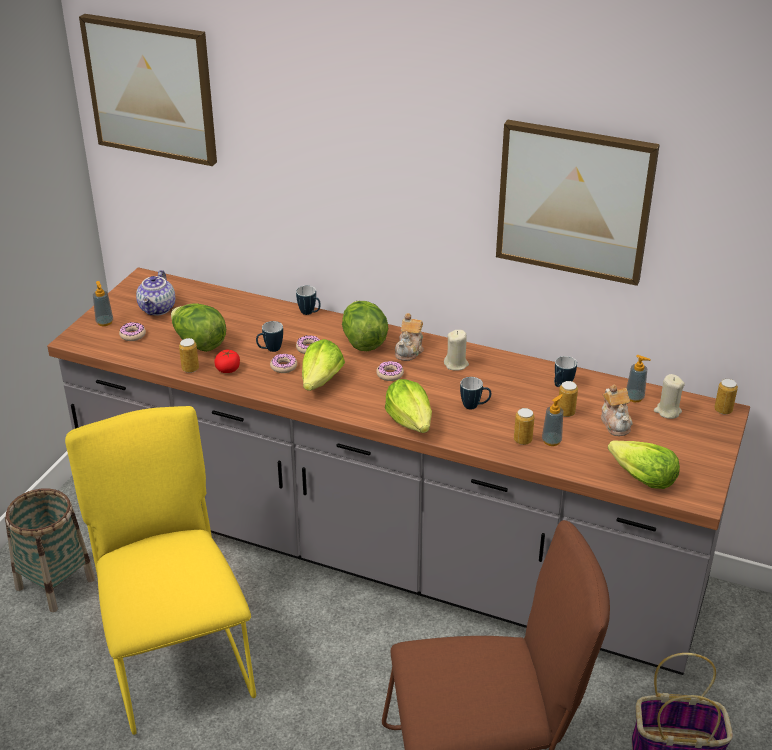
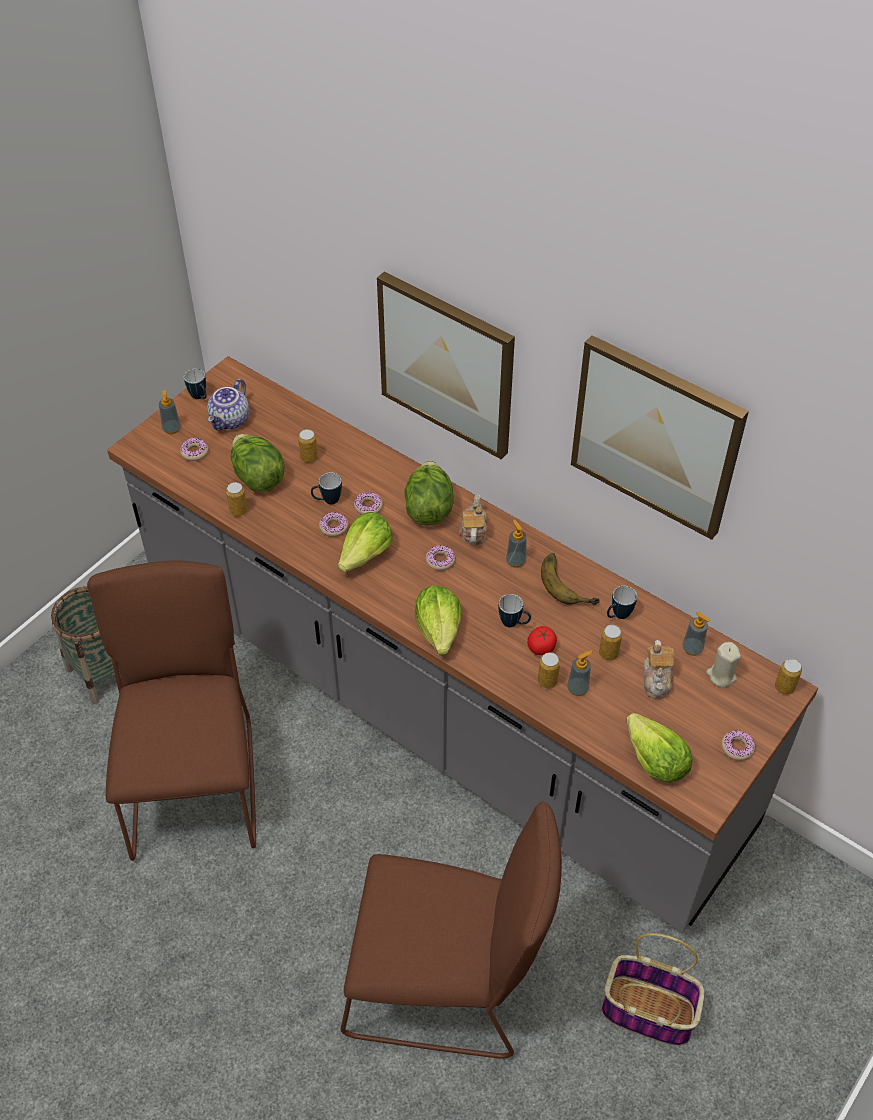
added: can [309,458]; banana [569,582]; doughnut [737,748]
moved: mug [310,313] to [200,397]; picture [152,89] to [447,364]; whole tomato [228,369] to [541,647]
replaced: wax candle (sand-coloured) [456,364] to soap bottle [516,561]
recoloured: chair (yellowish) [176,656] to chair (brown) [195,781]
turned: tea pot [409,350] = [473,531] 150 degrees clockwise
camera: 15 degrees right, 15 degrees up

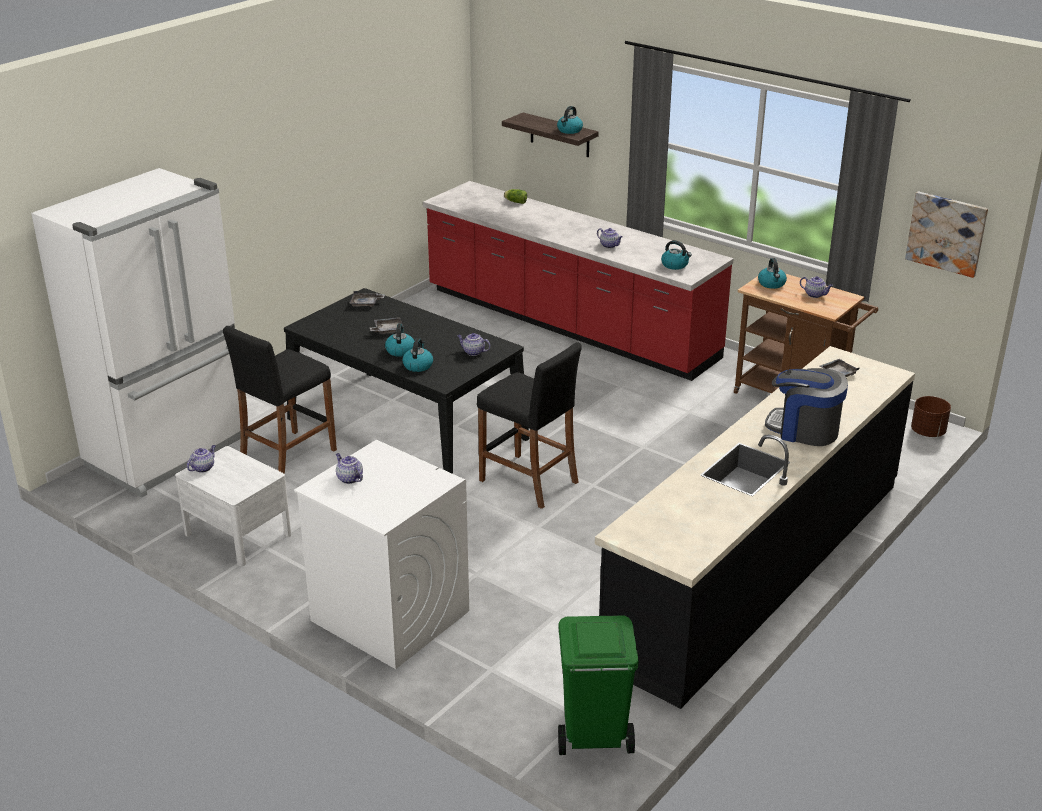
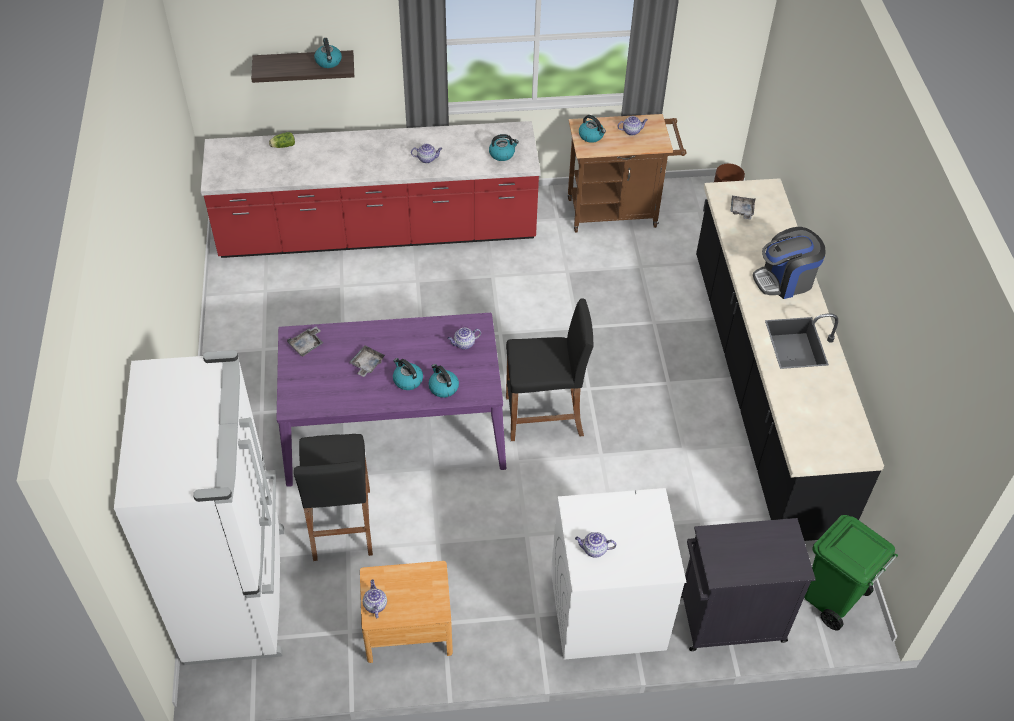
removed: picture [946,233]
added: cupboard (black-coloured) [729,619]
recoloured: dining table (black-coloured) [406,428] to dining table (purplish) [394,428]; nightstand (white-coloured) [238,534] to nightstand (brown) [408,628]
camera: 45 degrees left, 20 degrees up

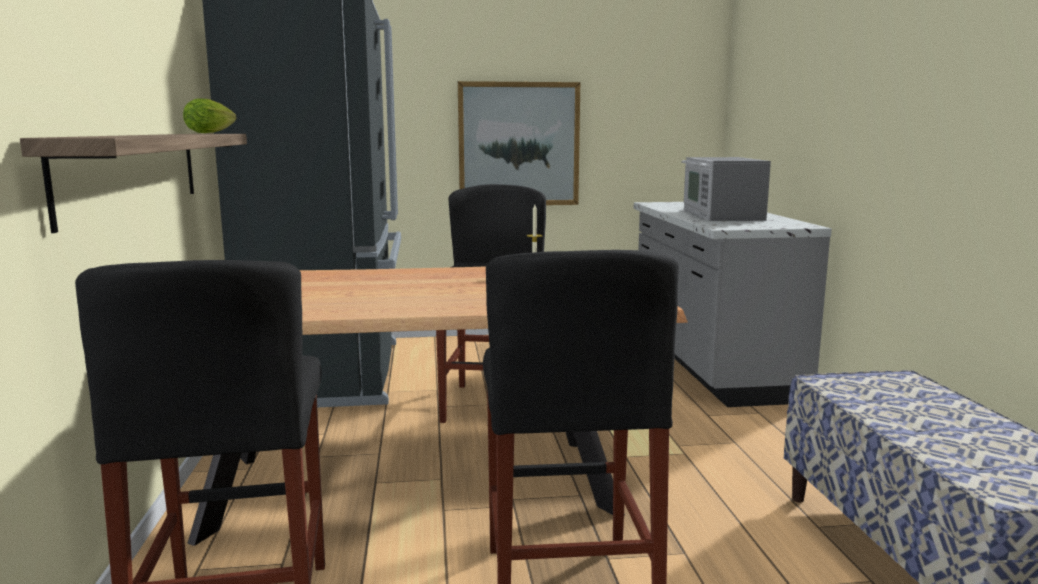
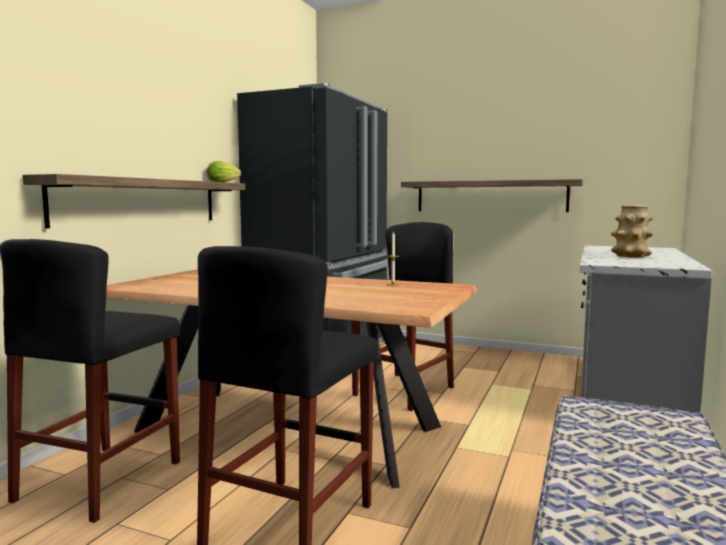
replaced: picture [519,144] to wall shelf [490,196]; kitchen microwave [720,215] to flower vase [630,256]
camera: 30 degrees right, 5 degrees down

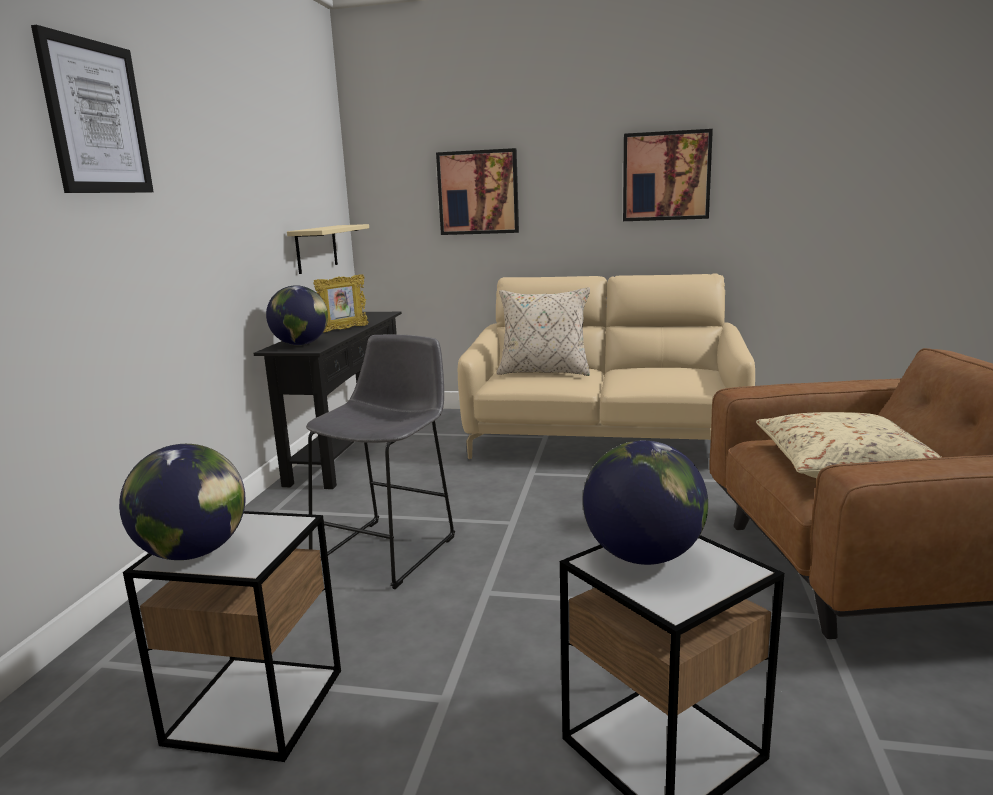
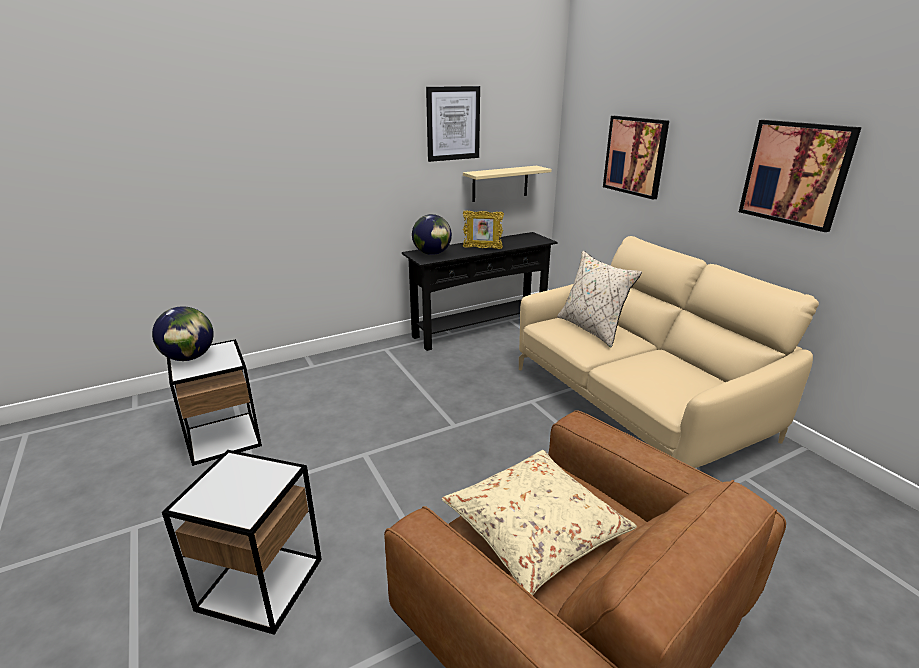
removed: sitting stool (greyish) [390,548]; desk globe [643,556]
moved: picture [96,118] to [453,123]
camera: 50 degrees right, 10 degrees up

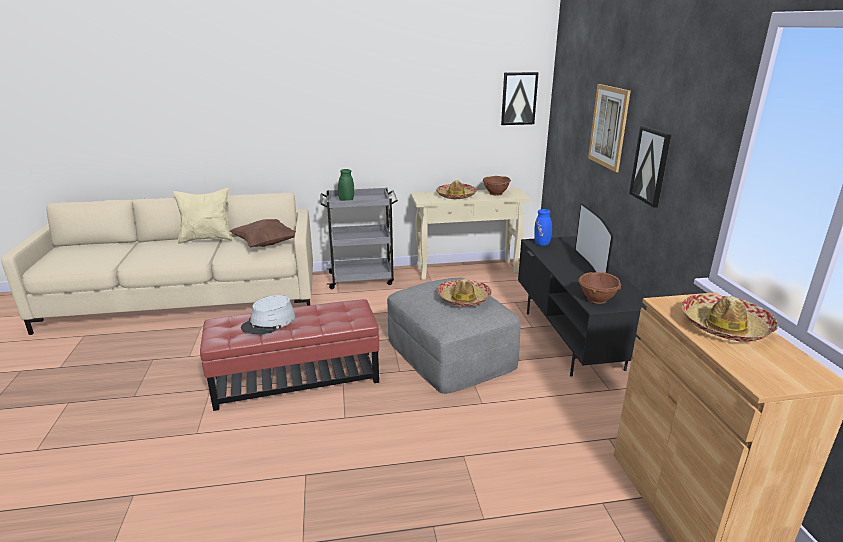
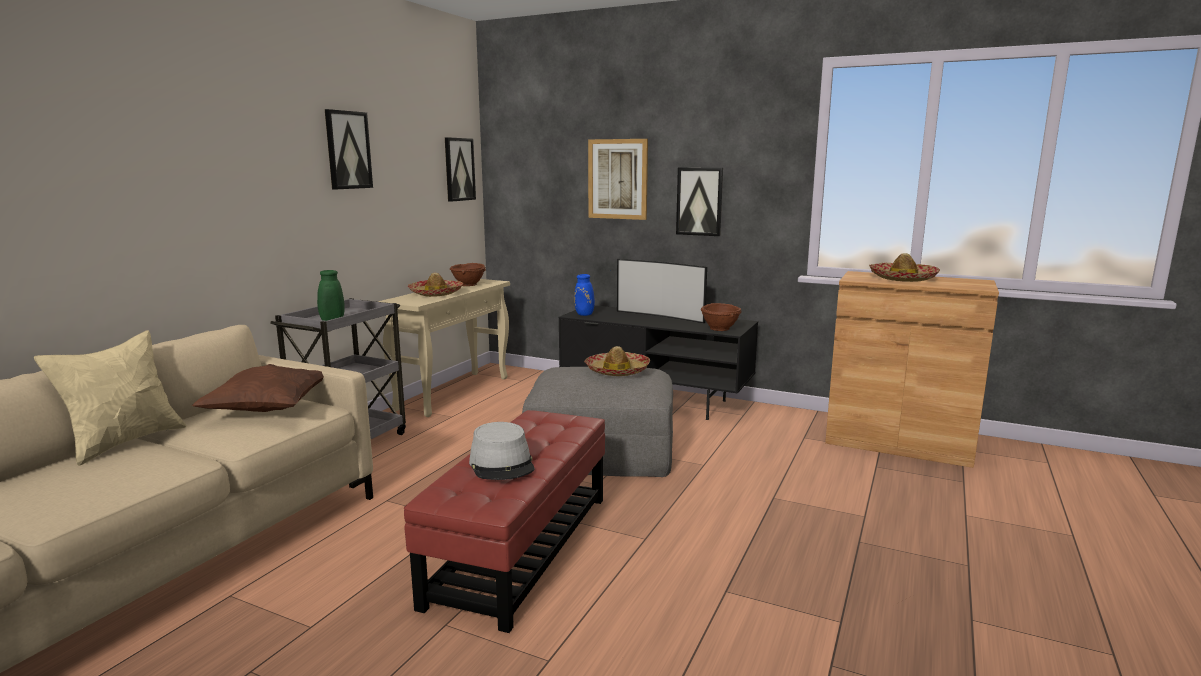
added: picture [348,150]
camera: 55 degrees left, 10 degrees down

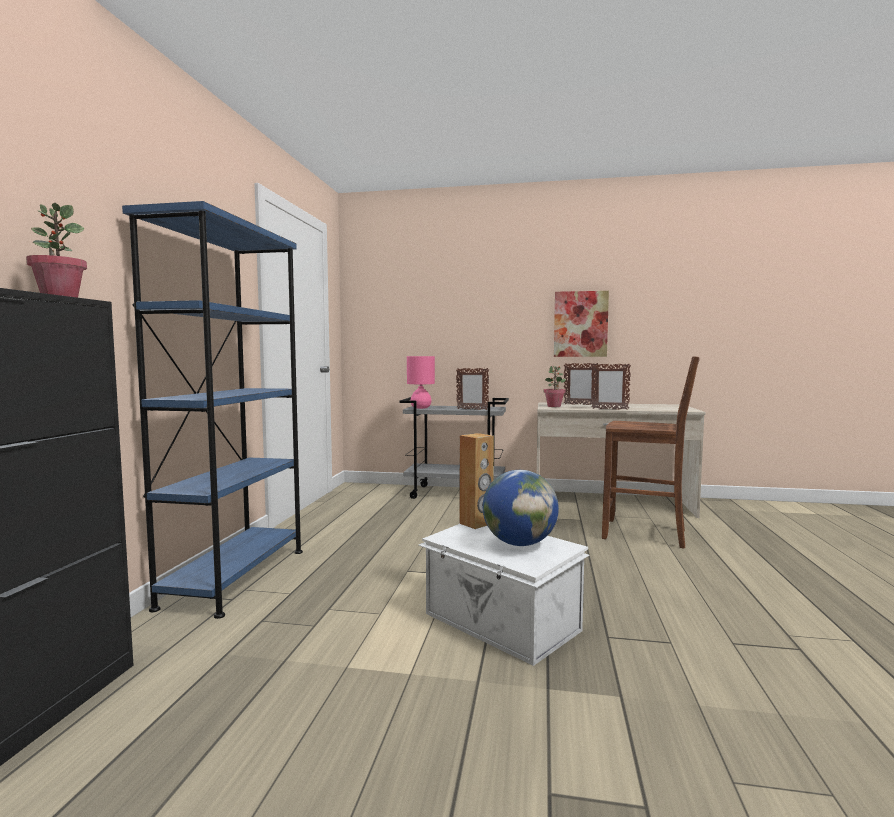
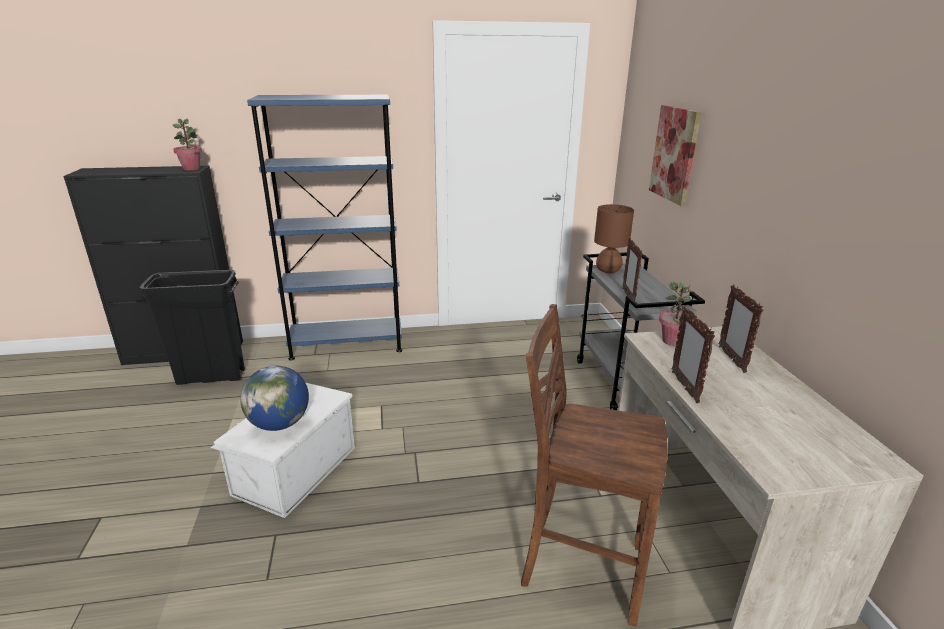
removed: audio speaker (brown) [476,523]
added: waste bin (black-coloured) [211,377]
moved: picture [580,324] to [675,154]
recoloured: tabletop lamp (pinkish) [420,408] to tabletop lamp (brown) [608,270]
turned: chair (brown) [646,534] = [580,566] 105 degrees clockwise
camera: 70 degrees right, 20 degrees up

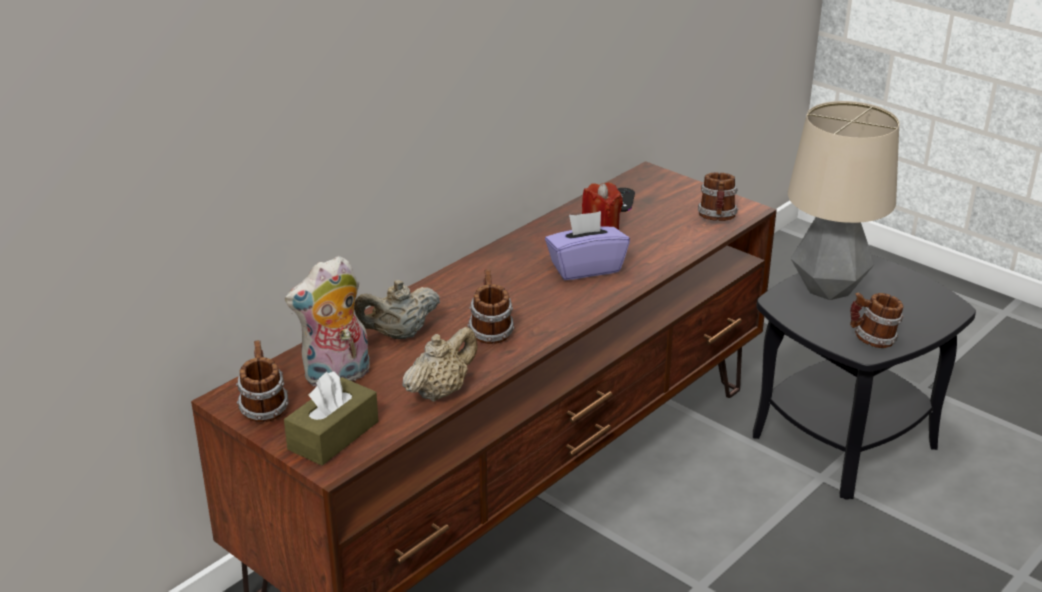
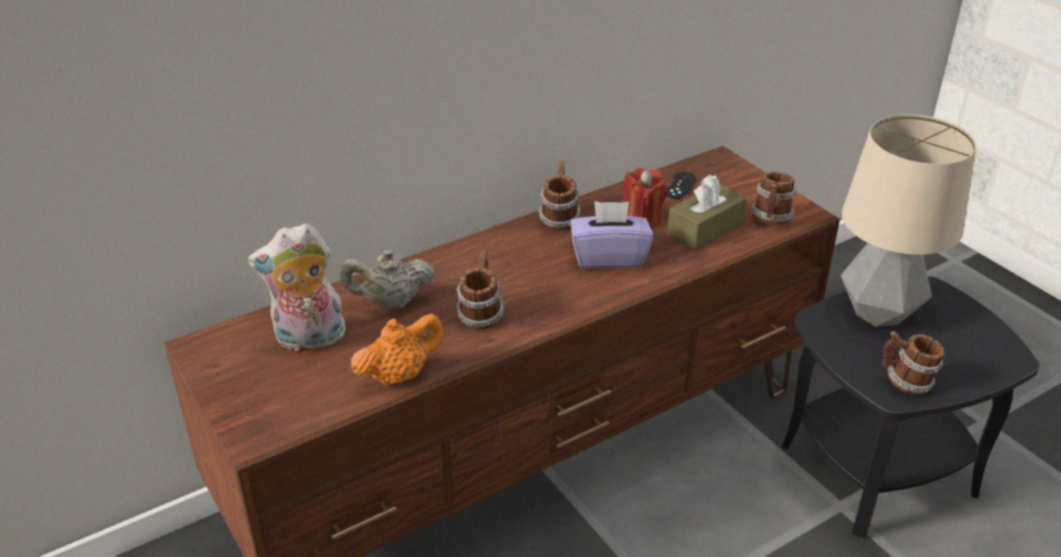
moved: mug [263,408] to [559,219]; box of tissues (brown) [333,435] to [705,229]
recoloured: tea pot (sand-coloured) [440,391] to tea pot (orange-coloured) [400,375]
camera: 15 degrees right, 5 degrees up

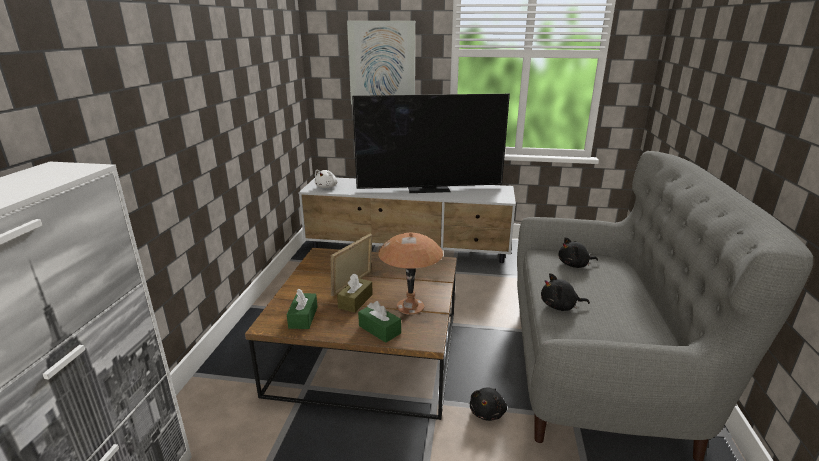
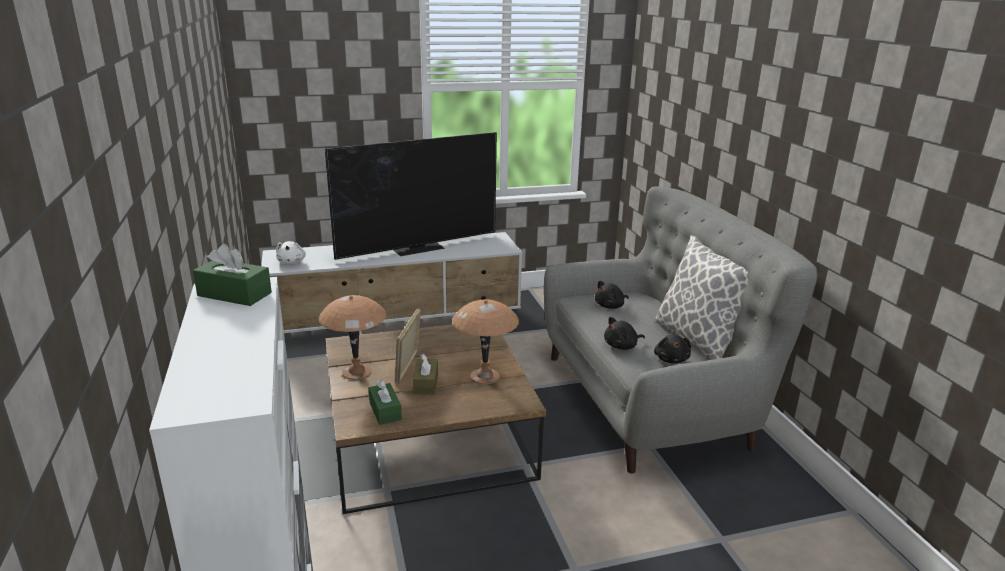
removed: picture [382,64]
added: tabletop lamp (brown) [356,372]; cushion [697,338]
moved: box of tissues (green) [379,329] to [234,294]; plush toy (black-coloured) [488,412] to [671,359]
camera: 25 degrees left, 0 degrees up

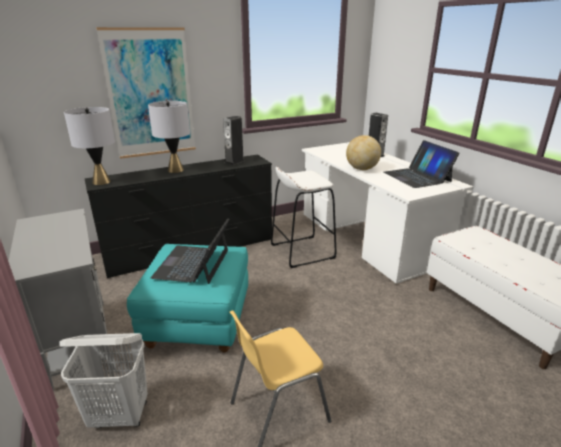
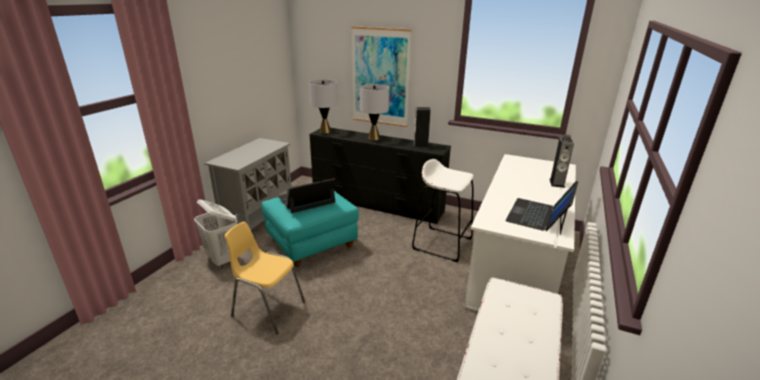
removed: desk globe [361,169]
camera: 50 degrees right, 0 degrees up

